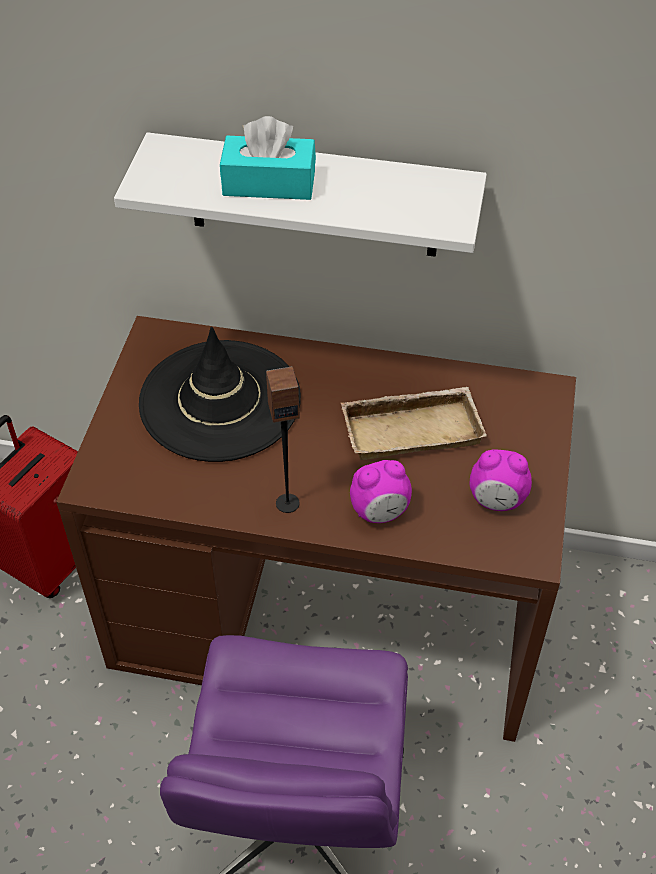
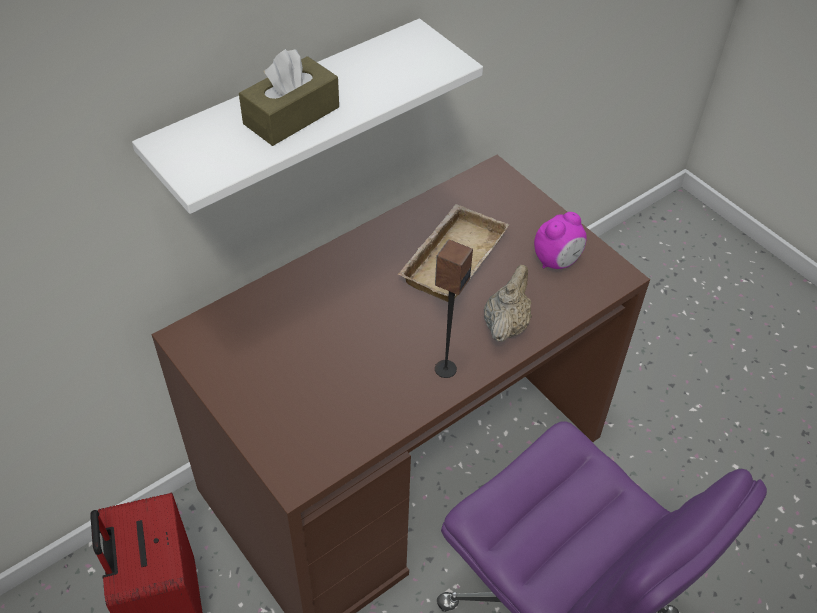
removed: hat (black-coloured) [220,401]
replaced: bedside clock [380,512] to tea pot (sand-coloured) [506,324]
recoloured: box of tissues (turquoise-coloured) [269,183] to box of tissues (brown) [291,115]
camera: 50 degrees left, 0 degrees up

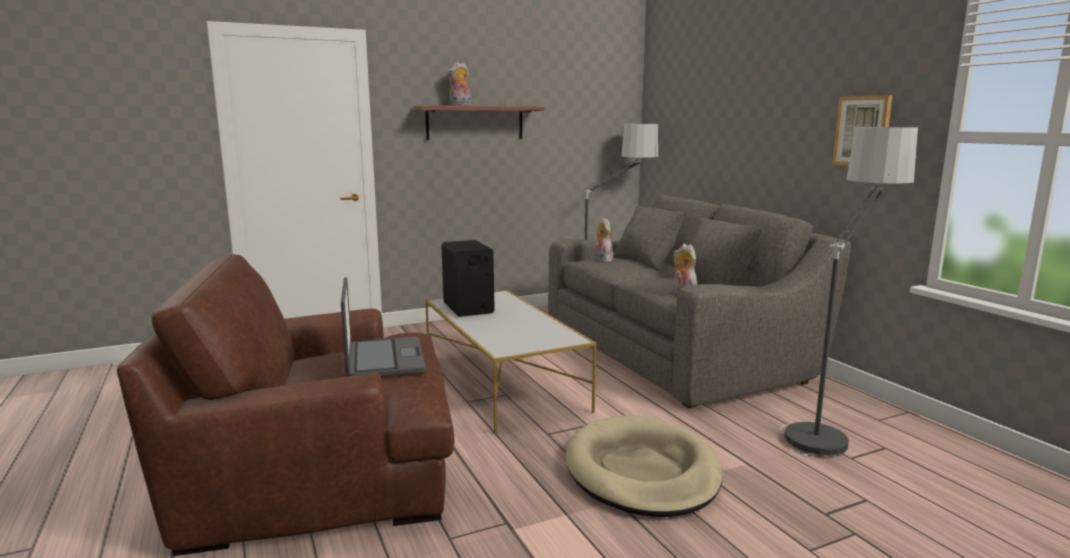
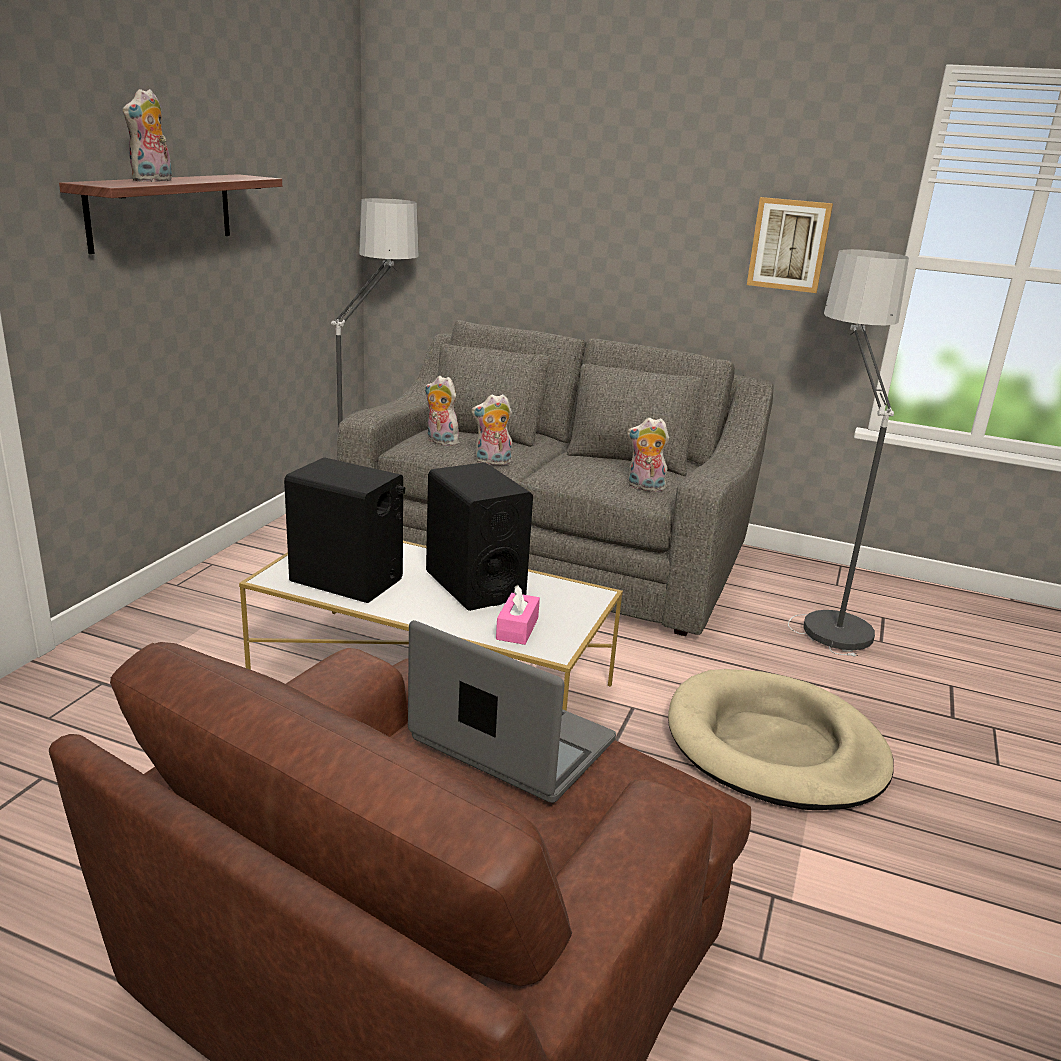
added: audio speaker (black-coloured) [474,585]; plush toy [492,462]; box of tissues (pinkish) [517,628]
camera: 45 degrees left, 10 degrees up

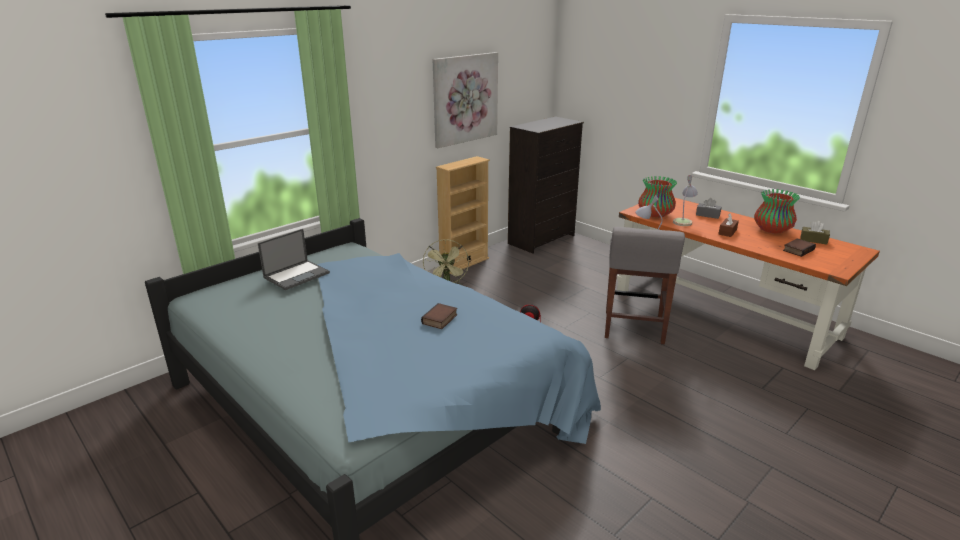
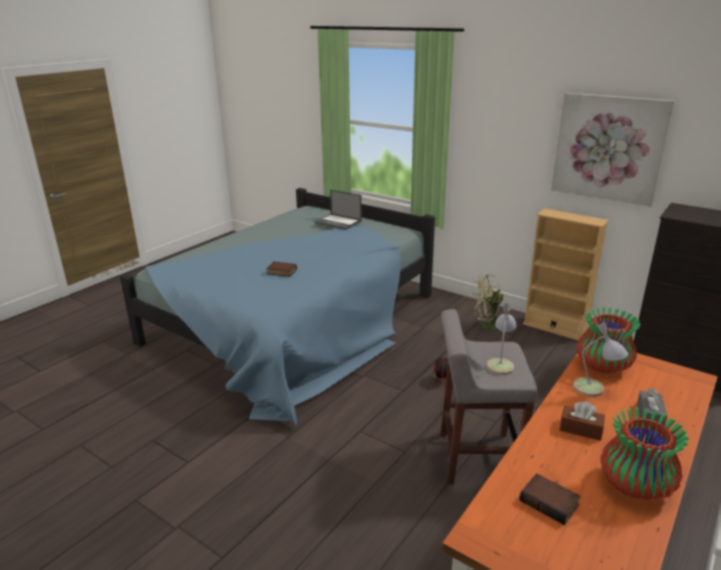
removed: box of tissues (brown) [813,240]
camera: 80 degrees right, 0 degrees up

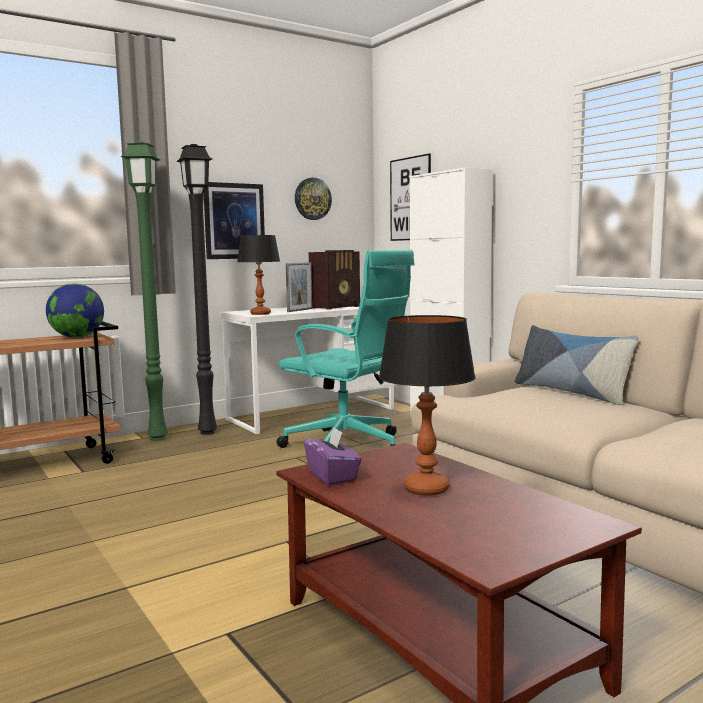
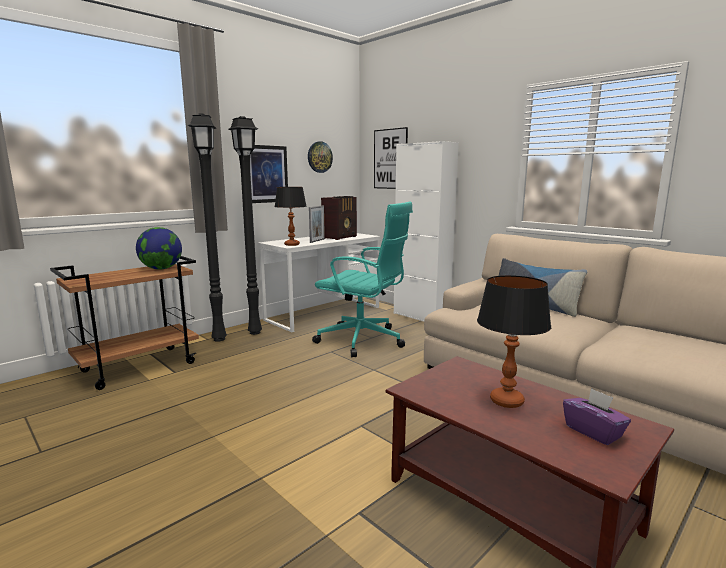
moved: box of tissues (purplish) [332,476] to [593,432]
recoloured: standing lamp (green) [159,438] to standing lamp (black-coloured) [220,339]
camera: 10 degrees left, 5 degrees up

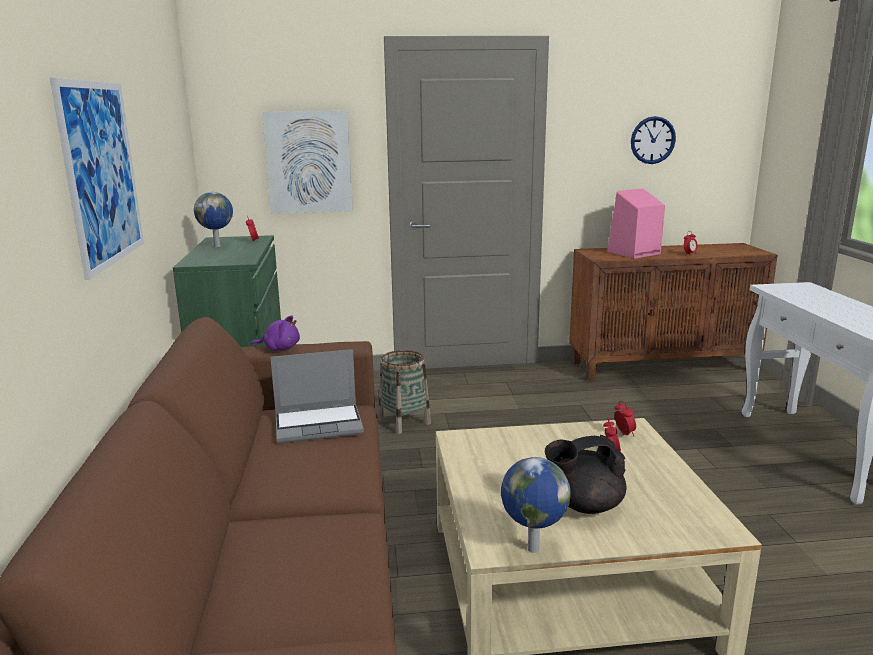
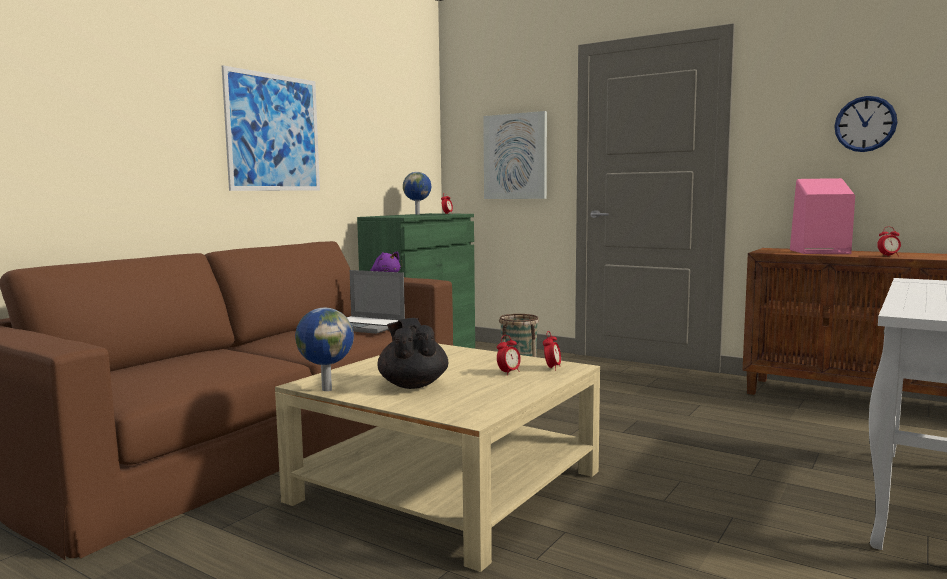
turned: tea pot (black-coloured) [583,505] = [413,385] 45 degrees clockwise
camera: 40 degrees right, 10 degrees down

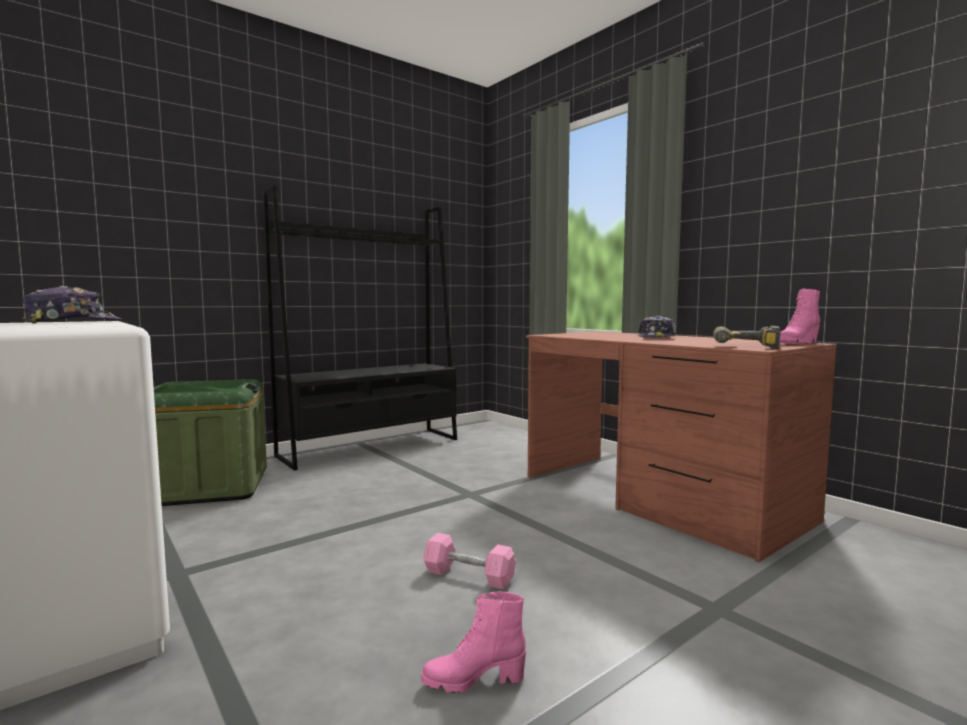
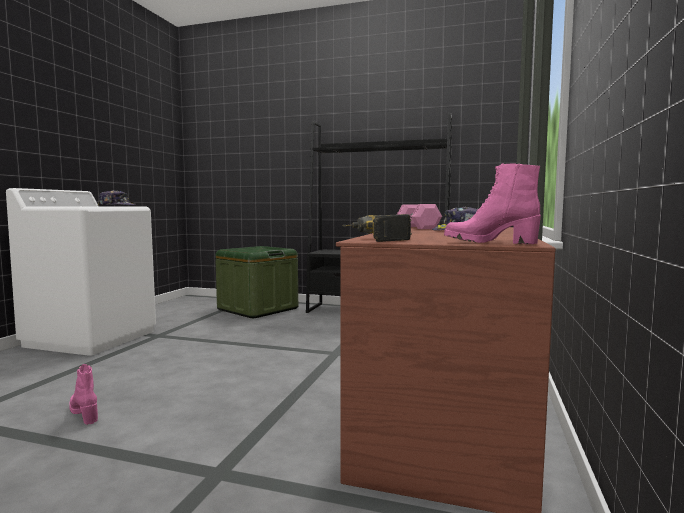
moved: hand weight (pinkish) [469,575] to [417,227]
camera: 55 degrees right, 0 degrees up

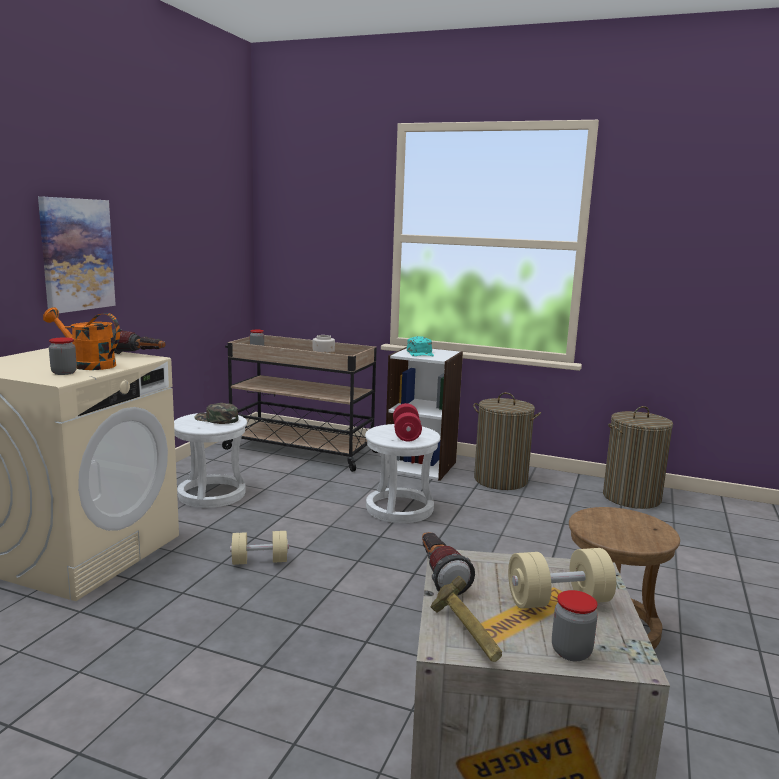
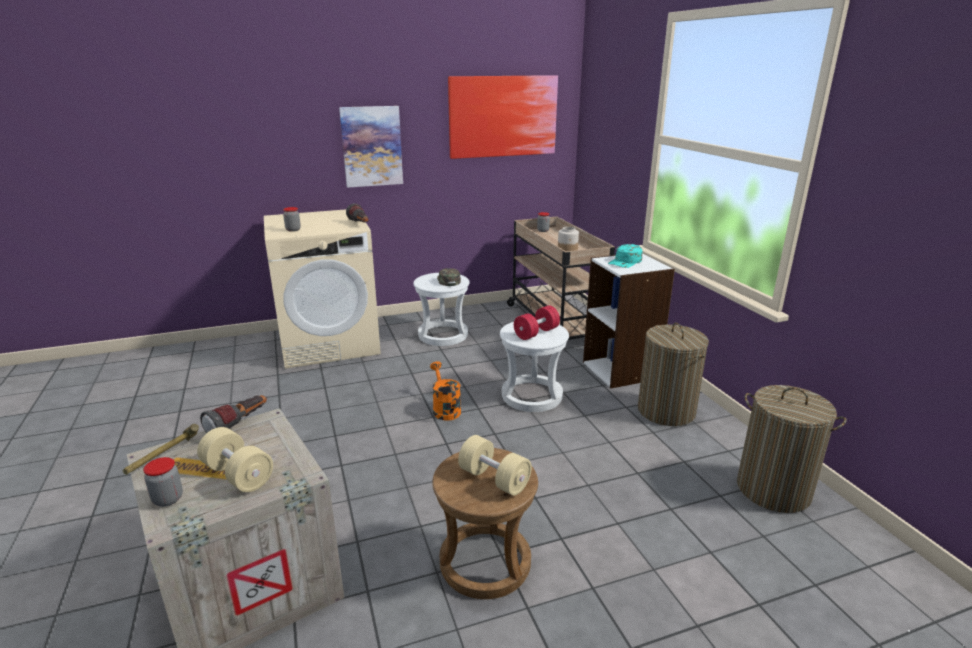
added: picture [503,116]
moved: watering pot (orange-coloured) [87,365] to [445,409]; hand weight (sand-coloured) [259,561] to [494,479]
camera: 50 degrees right, 10 degrees up

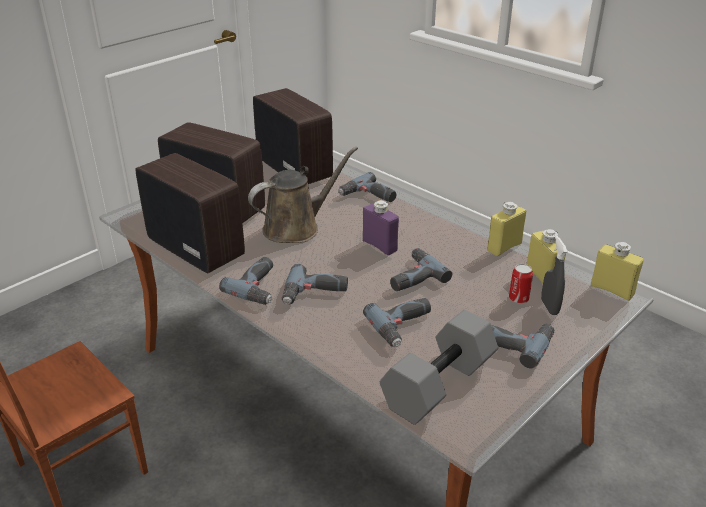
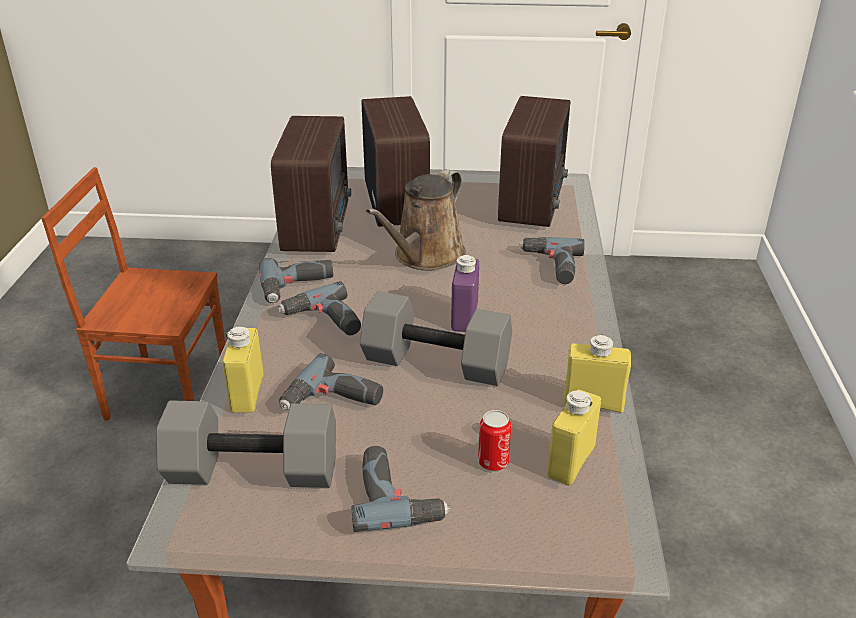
removed: hand sprayer (greyish) [549,307]
moved: drink bottle (yellowish) [612,290] to [247,394]
replaced: power drill [412,276] to hand weight (greyish) [434,364]
turned: watering pot (brown) [296,227] = [425,256] 105 degrees clockwise
camera: 50 degrees right, 0 degrees up

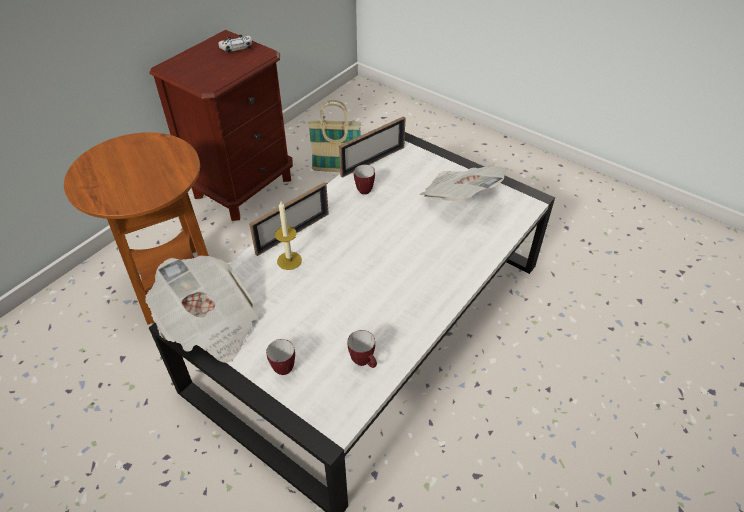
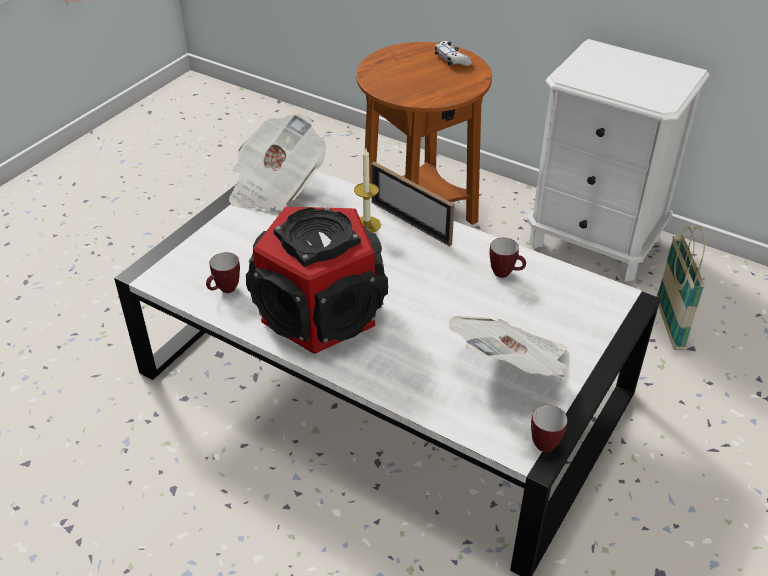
removed: photo frame [373,161]
added: audio speaker [320,312]
moved: gamepad (white-coloured) [236,48] to [452,59]; mug [281,367] to [547,442]
recoloured: nightstand (brown) [243,187] to nightstand (white-coloured) [594,241]
camera: 85 degrees right, 5 degrees down

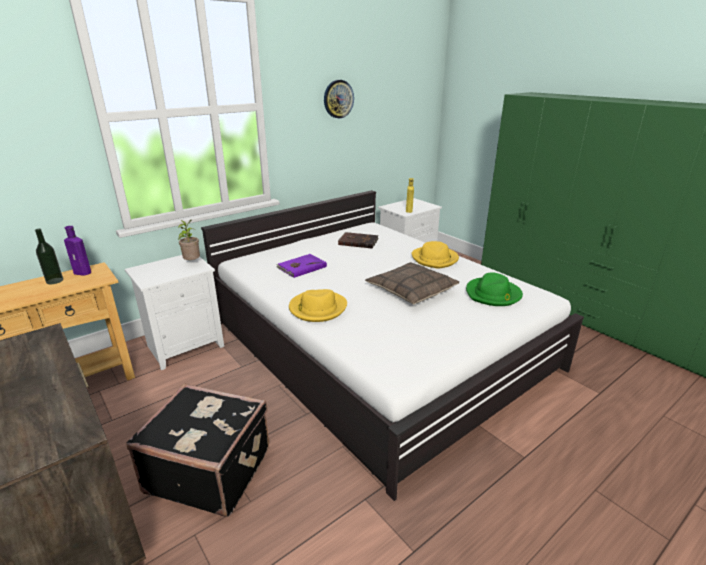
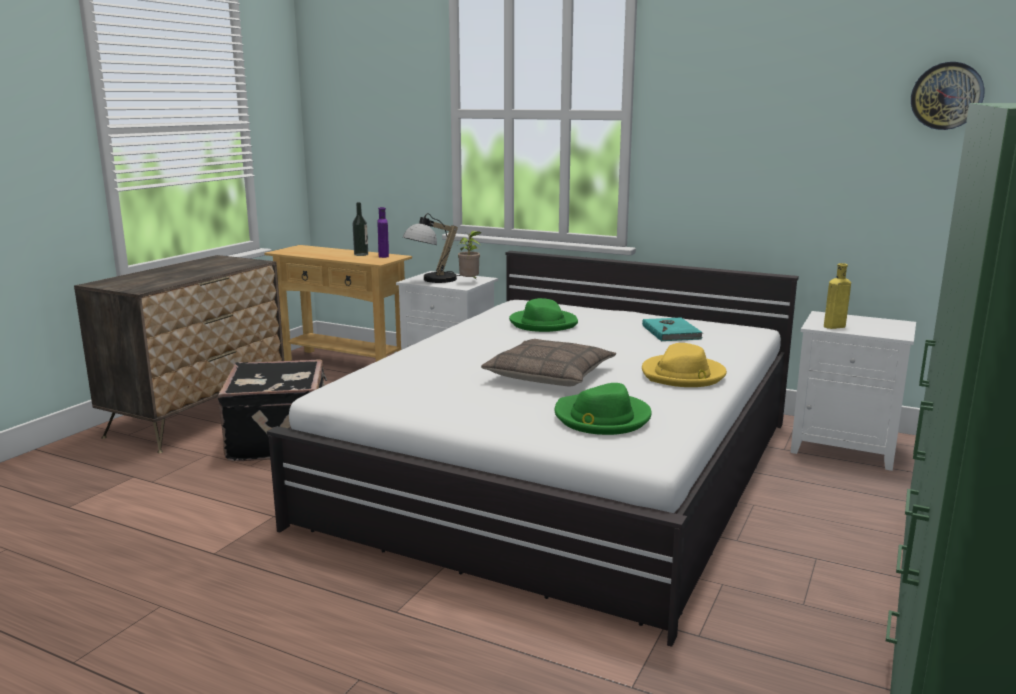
removed: hat (yellowish) [317,308]
added: tabletop lamp [432,280]
moved: hanging clock [338,99] to [946,96]
replaced: book (purplish) [301,267] to hat (green) [543,323]
recoloured: book (brown) [358,242] to book (turquoise-coloured) [672,332]
camera: 65 degrees right, 10 degrees down

